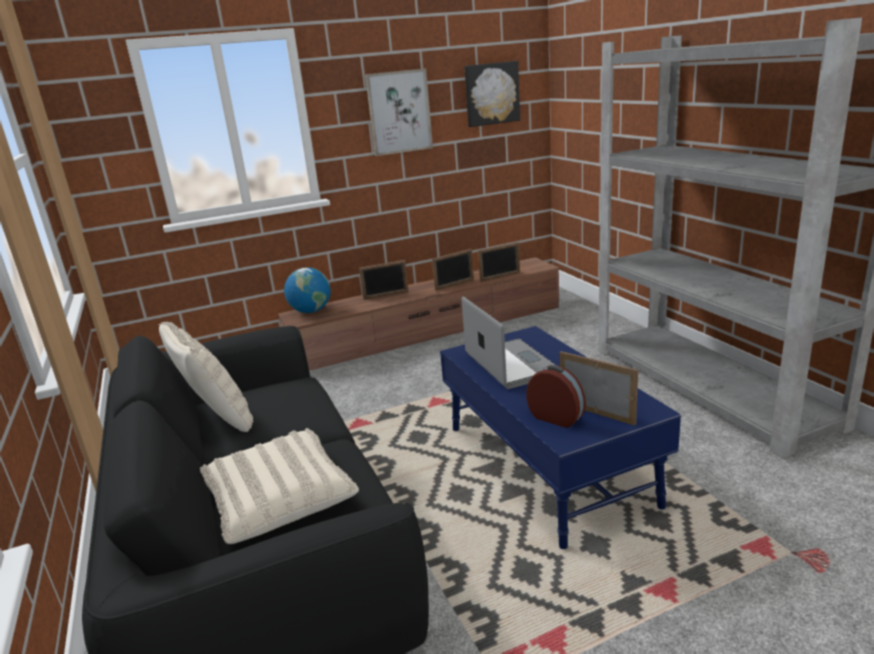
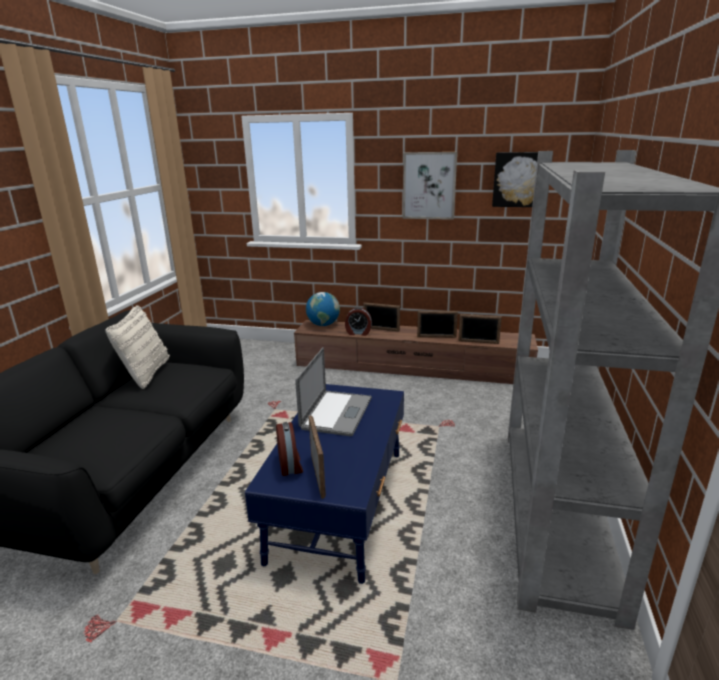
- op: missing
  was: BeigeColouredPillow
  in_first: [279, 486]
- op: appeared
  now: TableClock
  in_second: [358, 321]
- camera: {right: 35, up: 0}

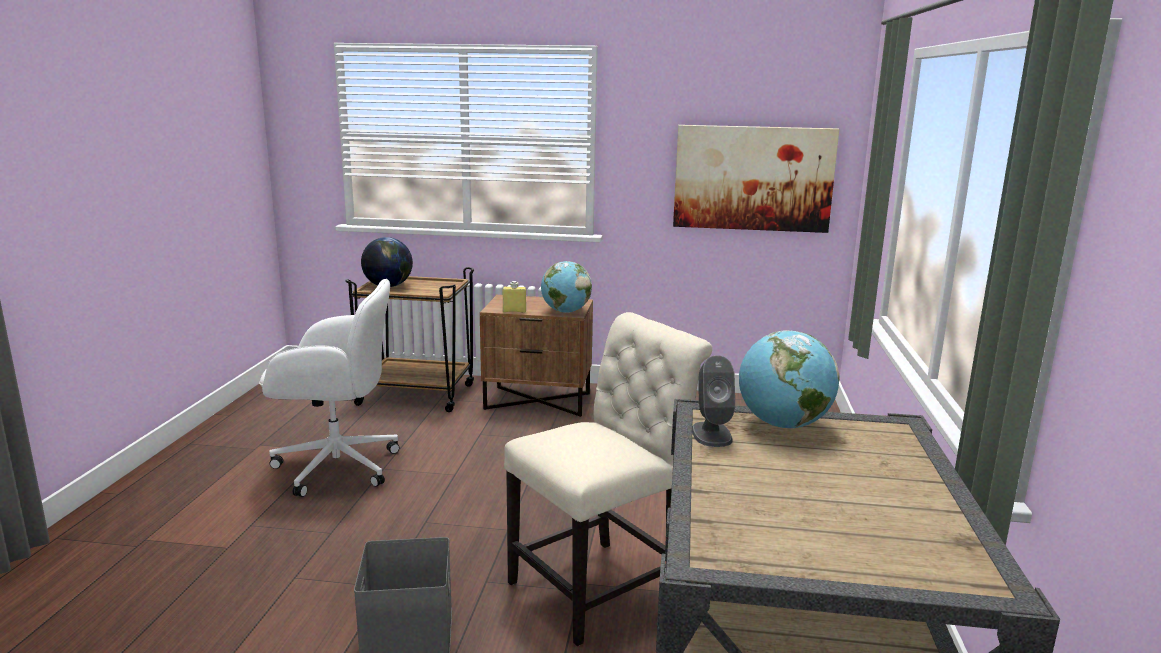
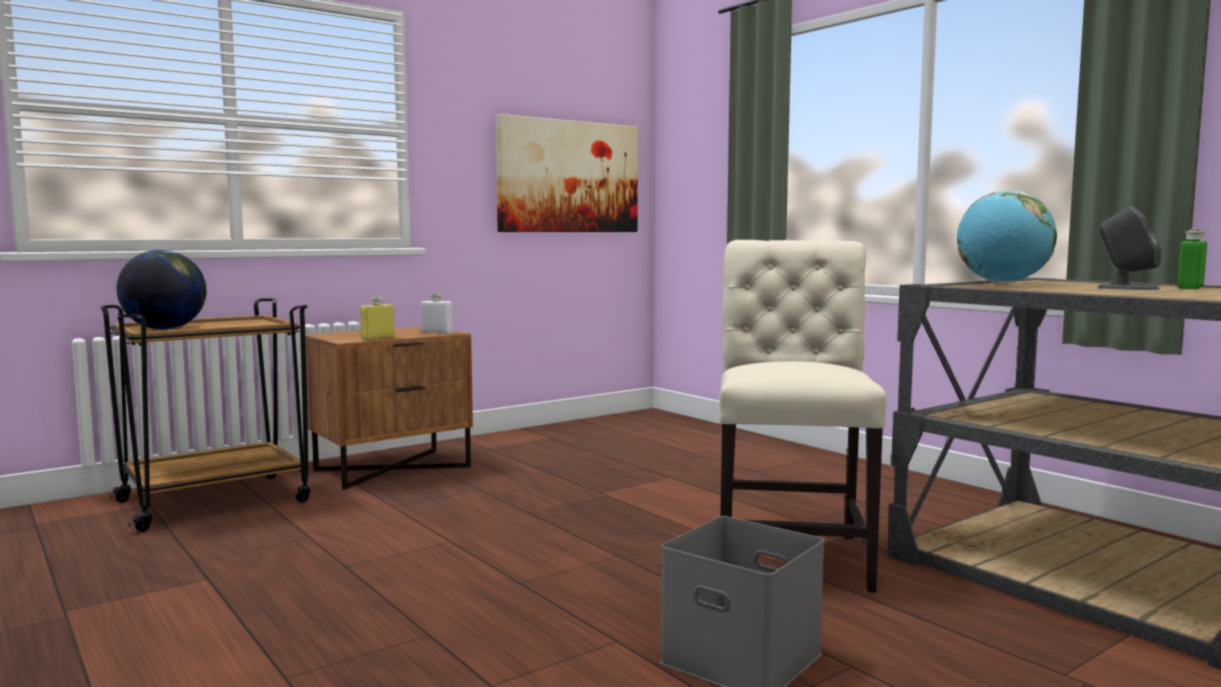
- op: missing
  was: WhiteColouredComputerChair
  in_first: [329, 388]
- op: appeared
  now: GreenishDrinkBottle
  in_second: [1192, 259]
- op: relocated
  was: GreyAudioSpeaker
  in_first: [713, 401]
  in_second: [1129, 247]
- op: exchanged
  was: DeskGlobe
  now: WhiteColouredDrinkBottle
  in_first: [566, 287]
  in_second: [436, 313]
- camera: {right: -45, up: -10}

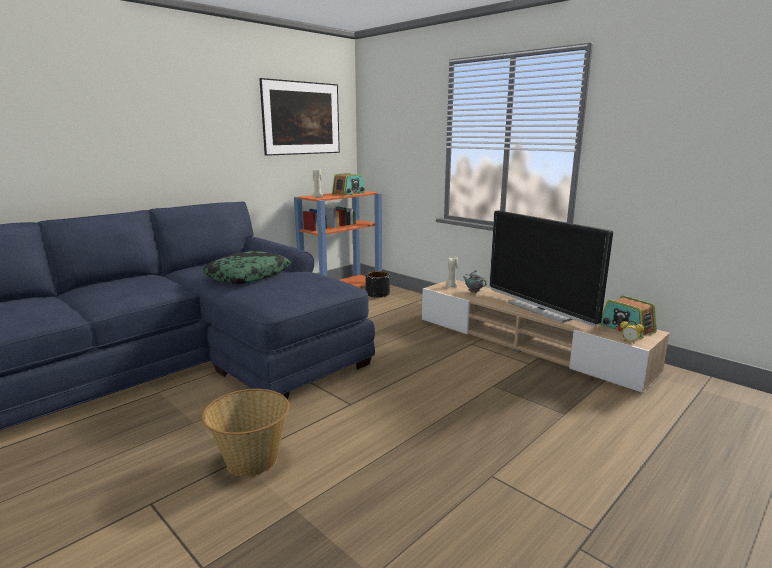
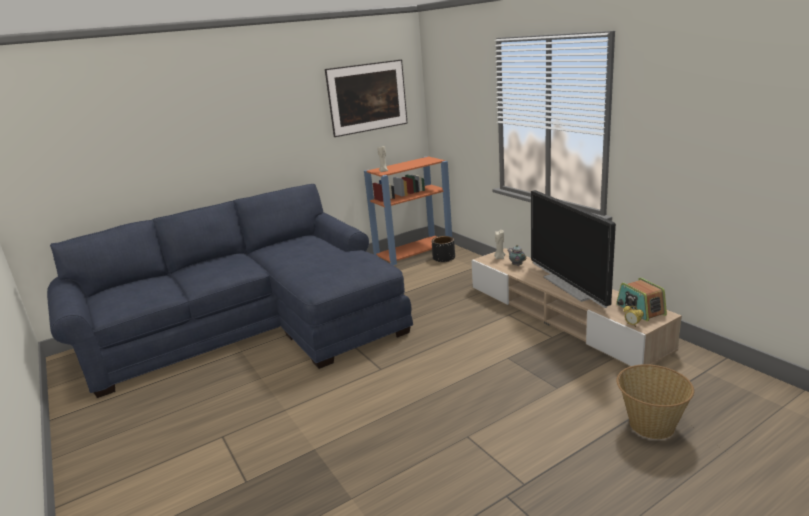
- op: missing
  was: Pillow
  in_first: [246, 267]
- op: missing
  was: RadioSet
  in_first: [348, 184]
- op: relocated
  was: HouseholdBasket
  in_first: [245, 433]
  in_second: [655, 401]
- camera: {right: 15, up: 5}

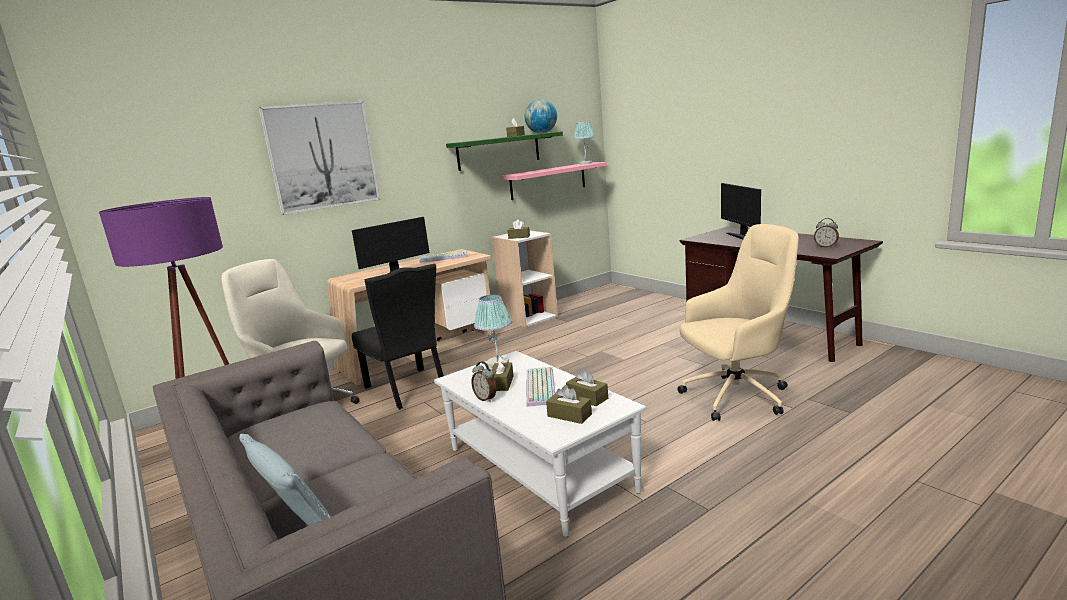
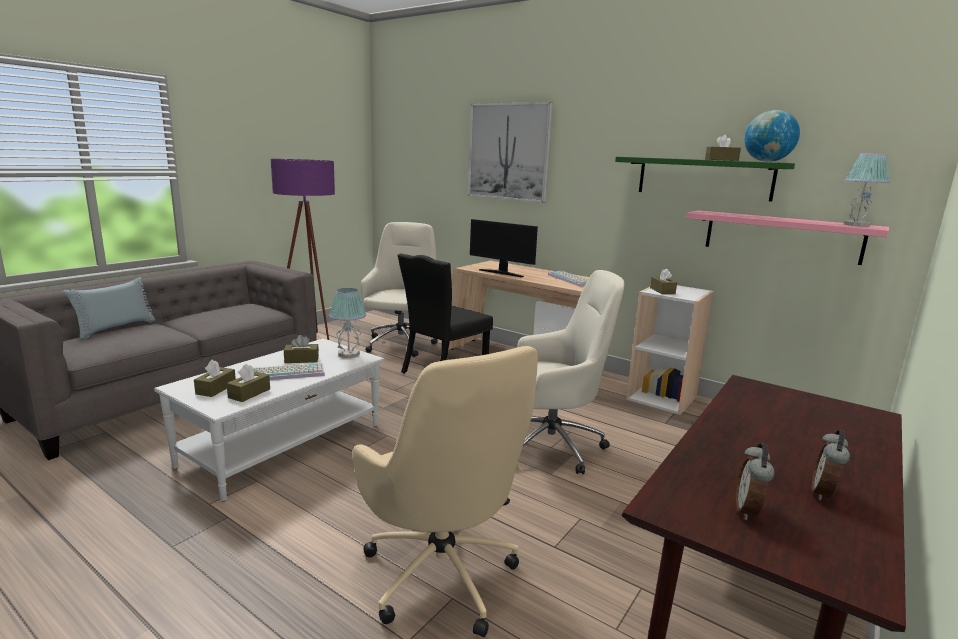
- op: missing
  was: ComputerScreen
  in_first: [741, 211]
- op: appeared
  now: BeigeColouredComputerChair
  in_second: [571, 372]
- op: relocated
  was: TableClock
  in_first: [483, 381]
  in_second: [830, 465]
- camera: {right: 70, up: 0}

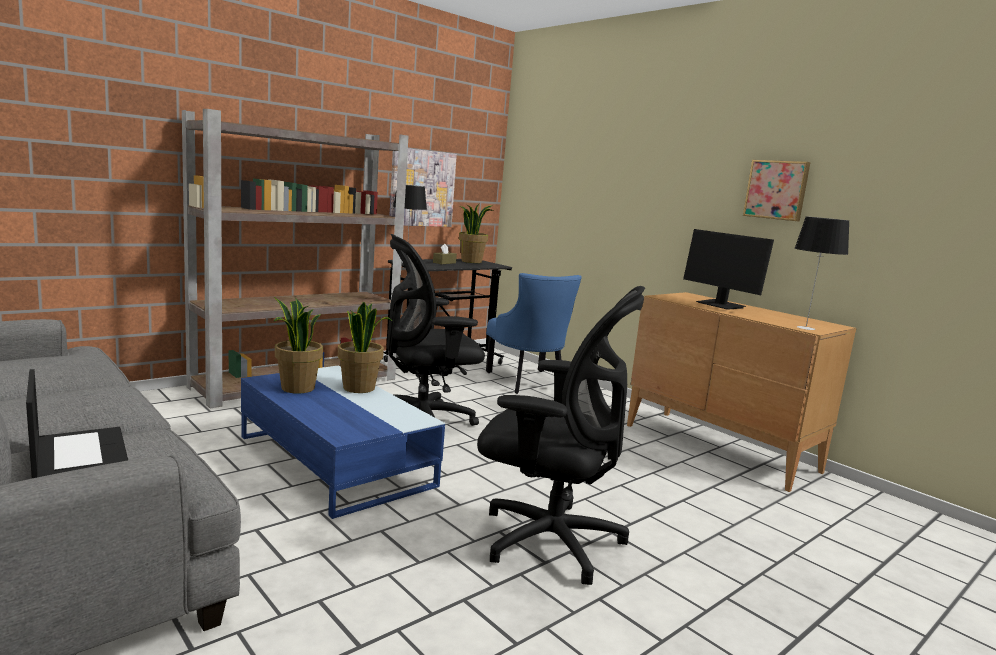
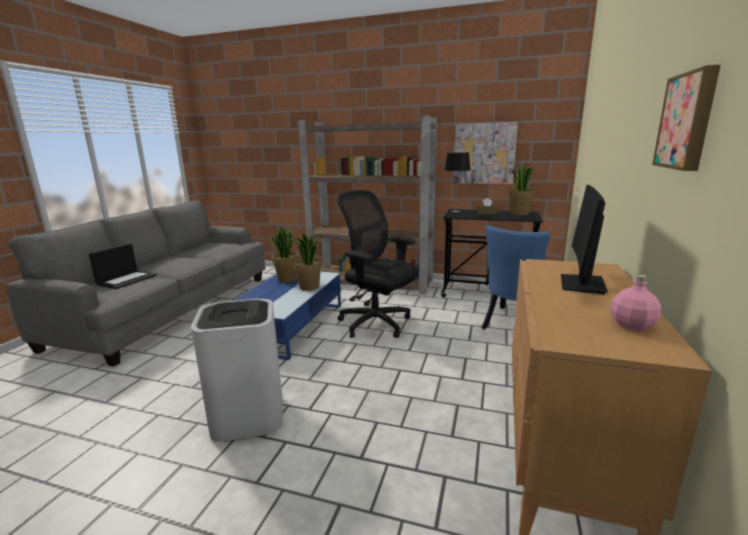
- op: missing
  was: TableLamp
  in_first: [822, 273]
- op: appeared
  now: PinkishDrinkBottle
  in_second: [635, 302]
- op: exchanged
  was: BlackComputerChair
  now: WhiteColouredTrashCan
  in_first: [561, 435]
  in_second: [237, 370]
- camera: {right: 60, up: 5}

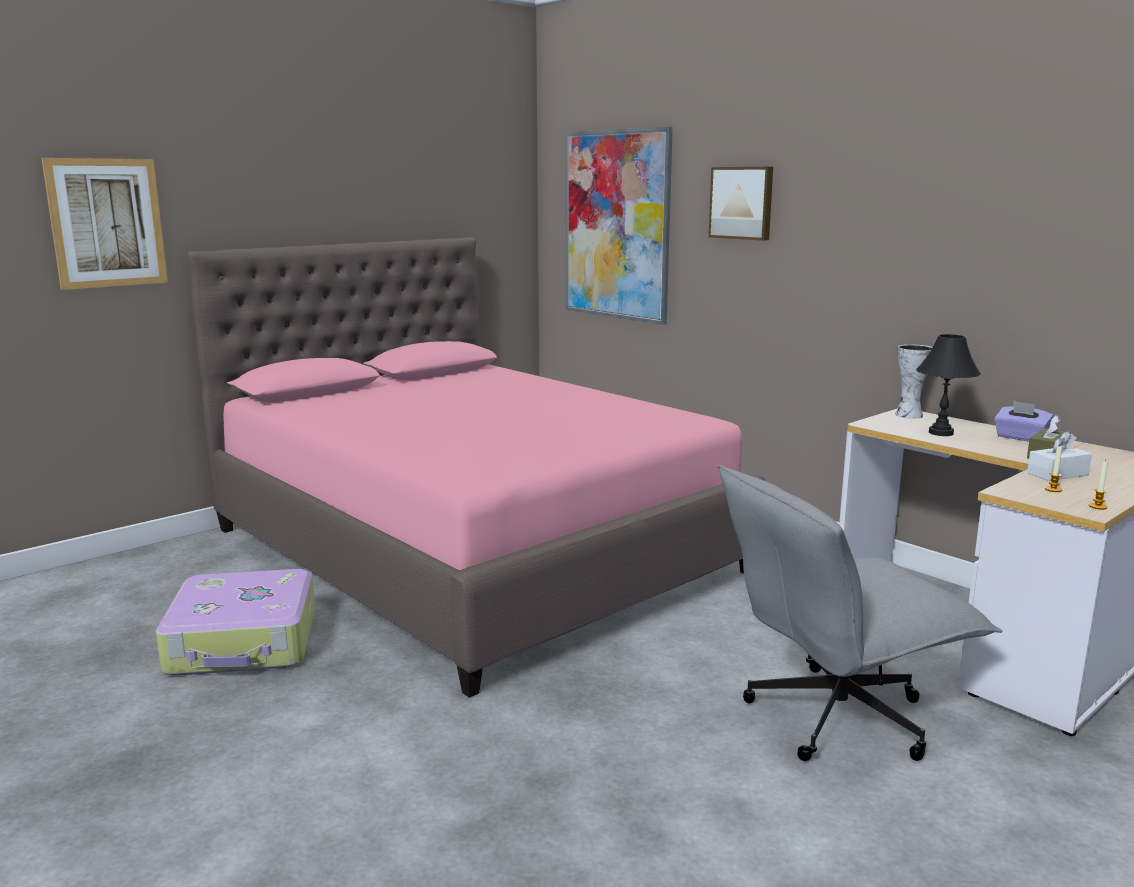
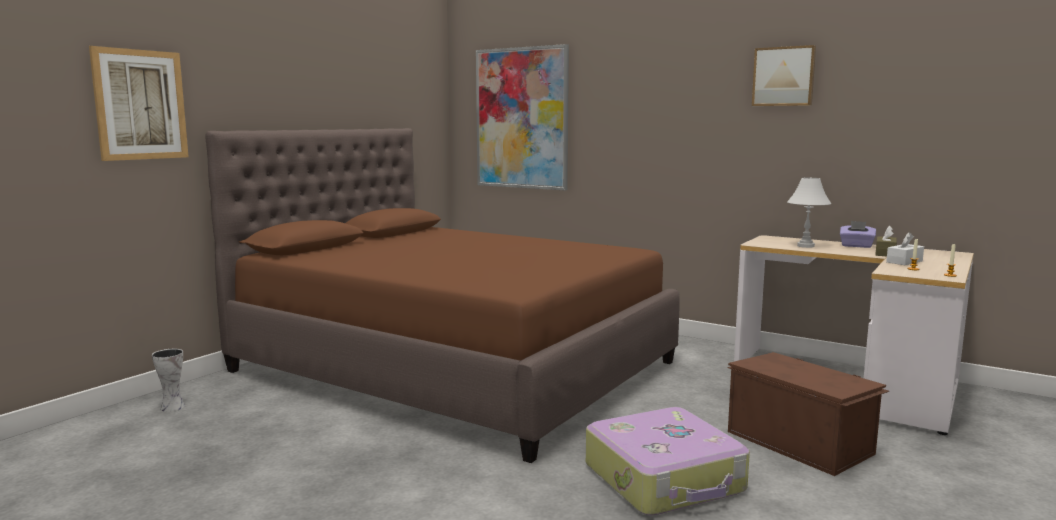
- op: relocated
  was: TravelCase
  in_first: [235, 622]
  in_second: [668, 461]
- op: relocated
  was: Picture
  in_first: [740, 204]
  in_second: [784, 75]
- op: relocated
  was: DecorativeVase
  in_first: [914, 381]
  in_second: [168, 380]
- op: exchanged
  was: GreyComputerChair
  now: BrownColouredStorageContainer
  in_first: [860, 613]
  in_second: [808, 414]
- op: colour
  was: PinkishBedroomBed
  now: BrownColouredBedroomBed
  in_first: [476, 467]
  in_second: [442, 295]
- op: colour
  was: BlackTableLamp
  now: WhiteColouredTableLamp
  in_first: [948, 385]
  in_second: [809, 213]
- camera: {right: -15, up: -5}

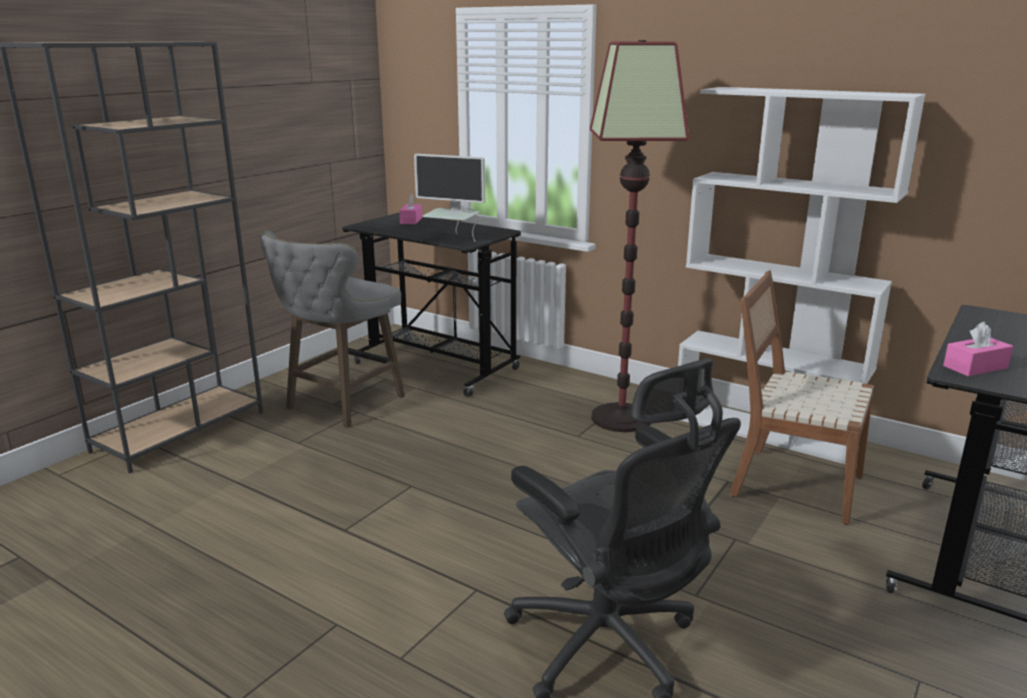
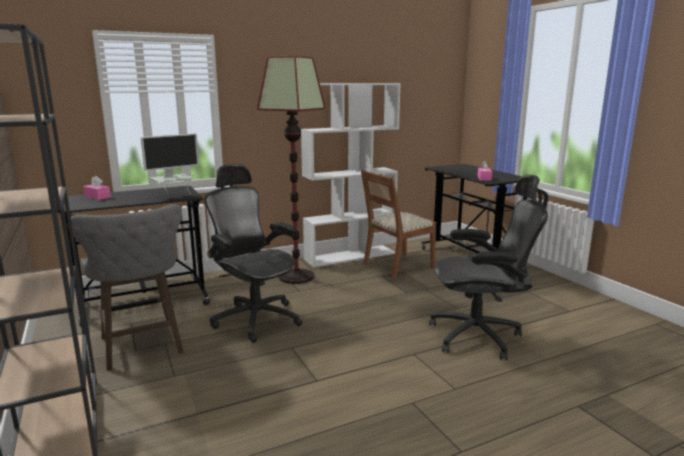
- op: appeared
  now: ComputerChair
  in_second: [253, 253]
- camera: {right: -60, up: -5}

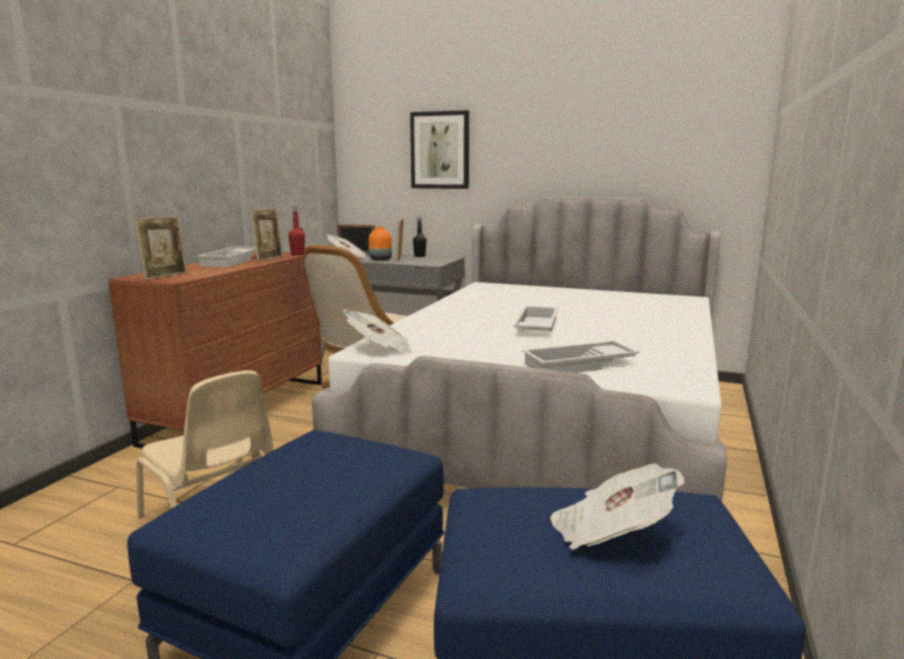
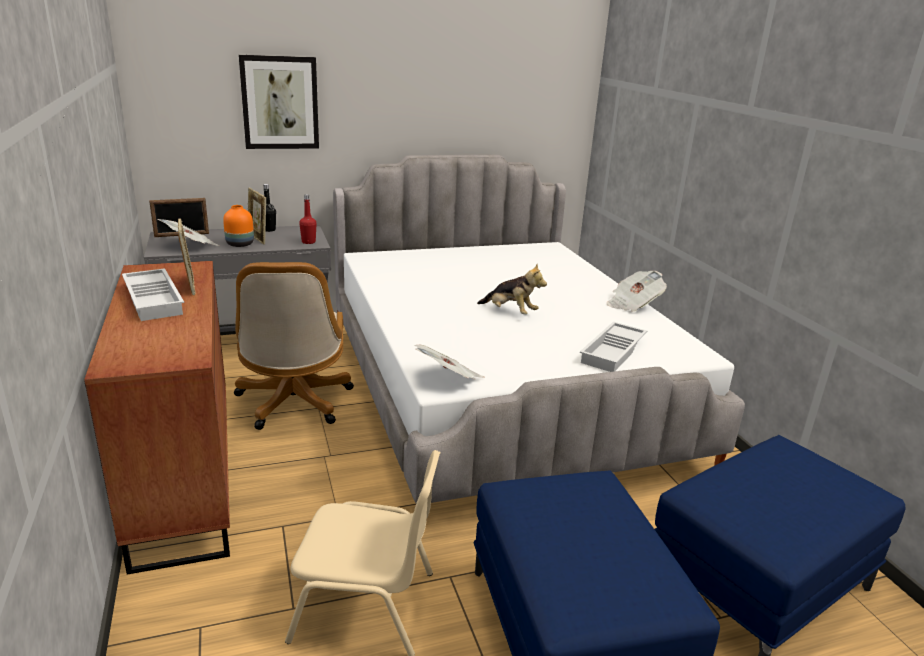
- op: missing
  was: PhotoFrame
  in_first: [160, 248]
- op: relocated
  was: RedColouredDrinkBottle
  in_first: [296, 231]
  in_second: [308, 219]
- op: relocated
  was: PrintedPaper
  in_first: [617, 507]
  in_second: [636, 291]
- op: exchanged
  was: WhiteColouredServingTray
  now: CuddlyToy
  in_first: [535, 318]
  in_second: [512, 289]
- camera: {right: -40, up: 10}

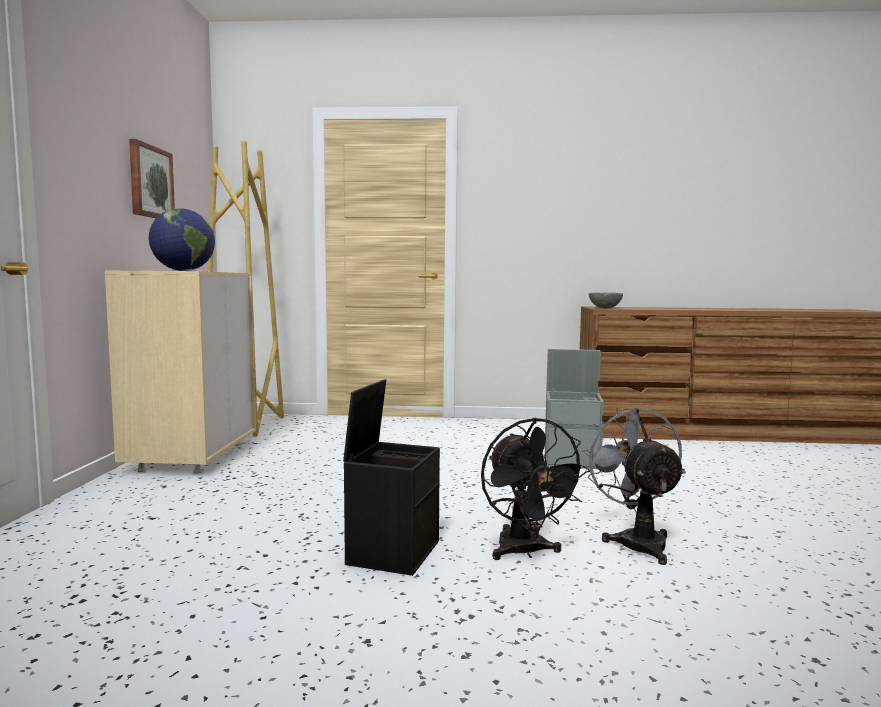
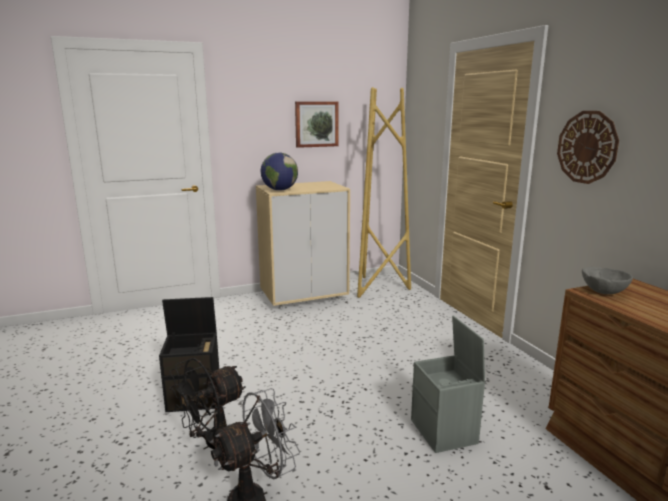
- op: appeared
  now: HangingClock
  in_second: [588, 147]
- camera: {right: 65, up: 10}

